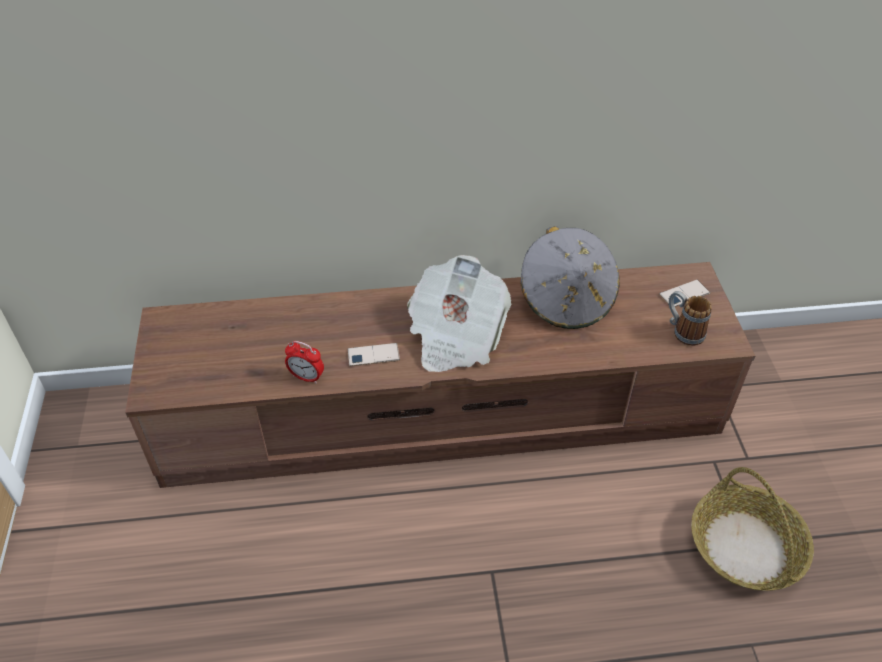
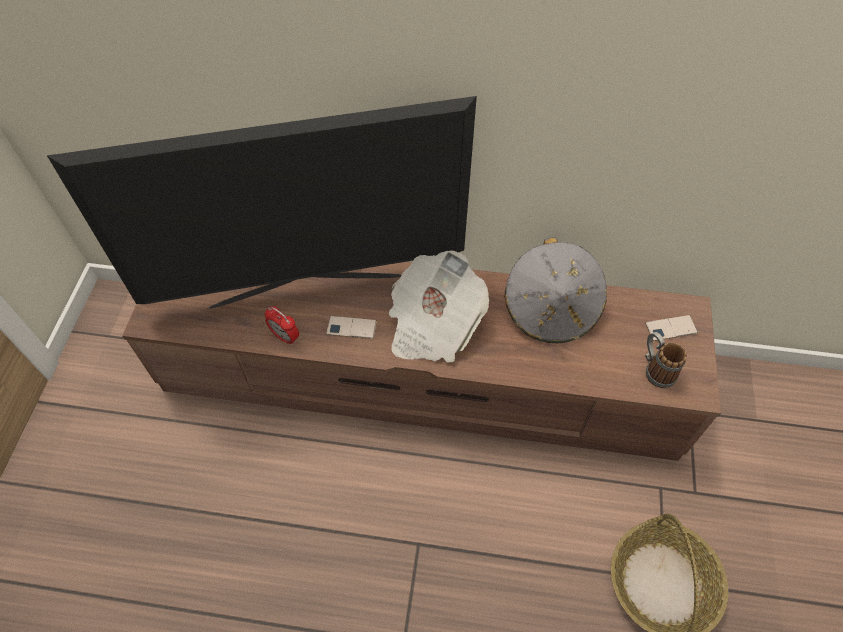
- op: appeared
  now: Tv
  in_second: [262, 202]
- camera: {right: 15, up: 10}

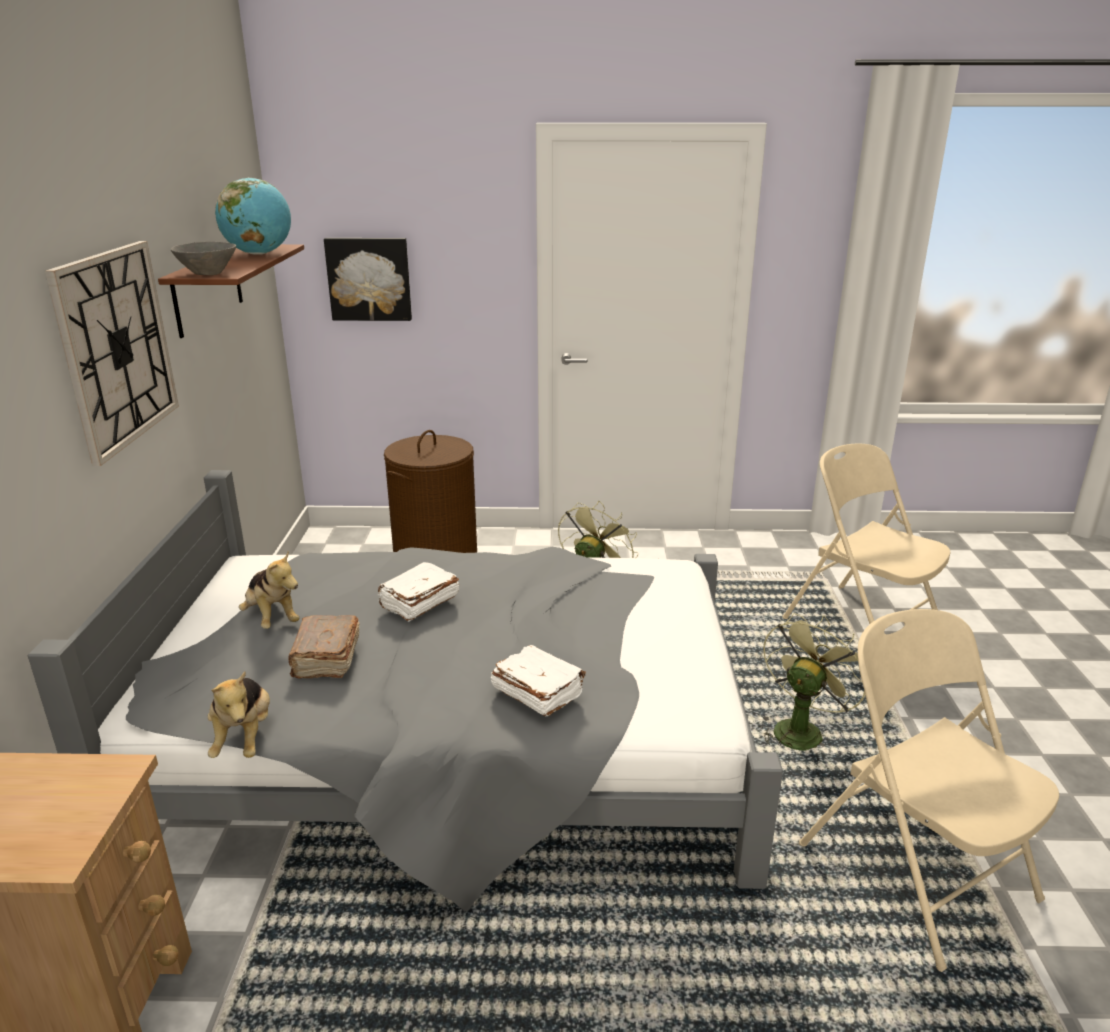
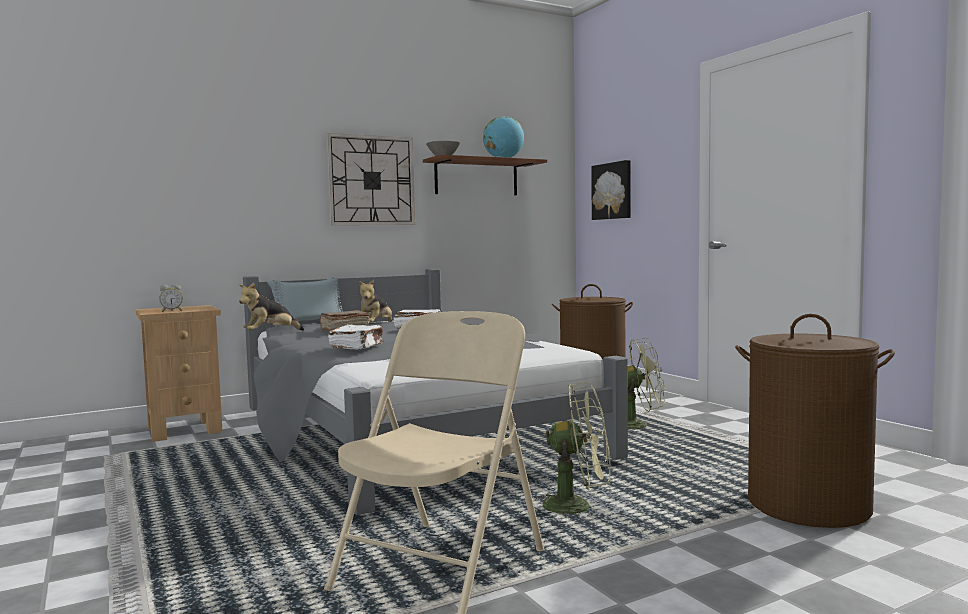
- op: appeared
  now: TableClock
  in_second: [171, 298]
- op: appeared
  now: BluishPillow
  in_second: [305, 302]
- op: exchanged
  was: BeigeColouredPlainChair
  now: BrownColouredLaundryBasket
  in_first: [866, 535]
  in_second: [815, 421]
- camera: {right: 60, up: -20}

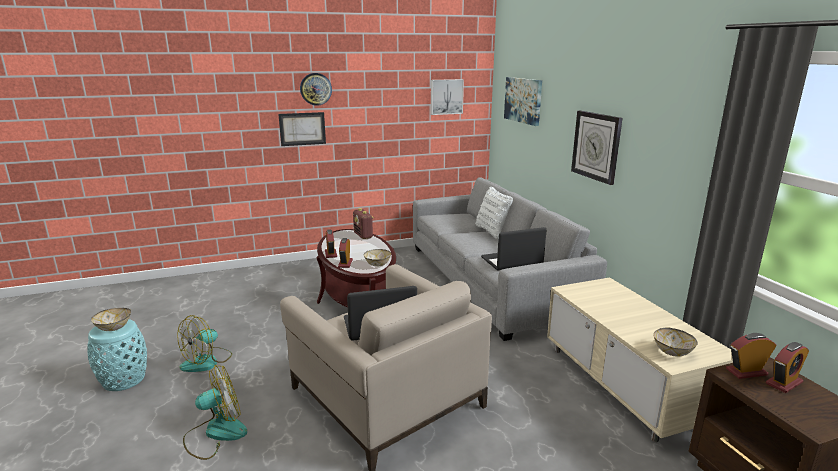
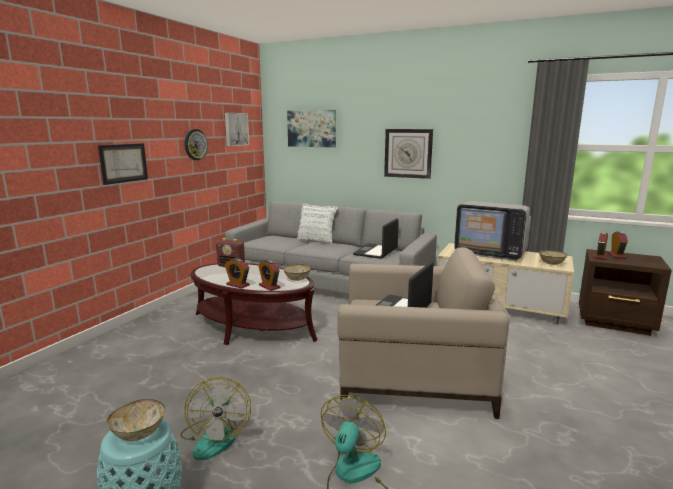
- op: appeared
  now: Tv
  in_second: [492, 231]
- op: relocated
  was: HangingClock
  in_first: [316, 89]
  in_second: [196, 144]
- camera: {right: -45, up: -5}

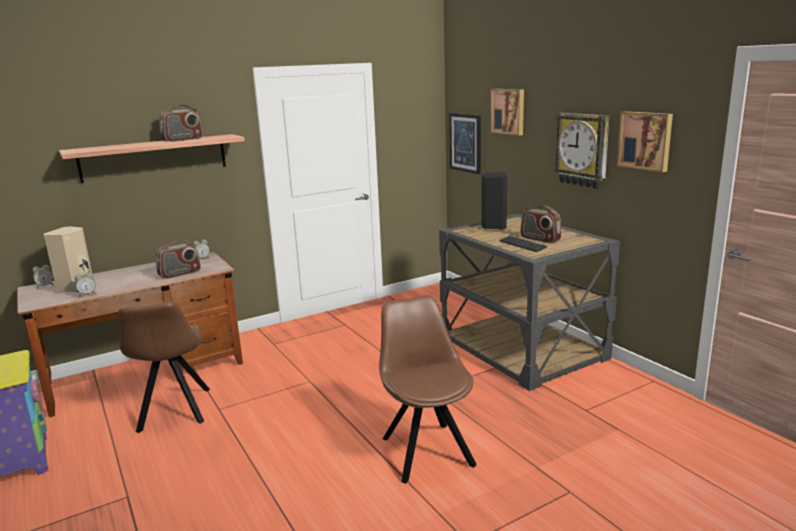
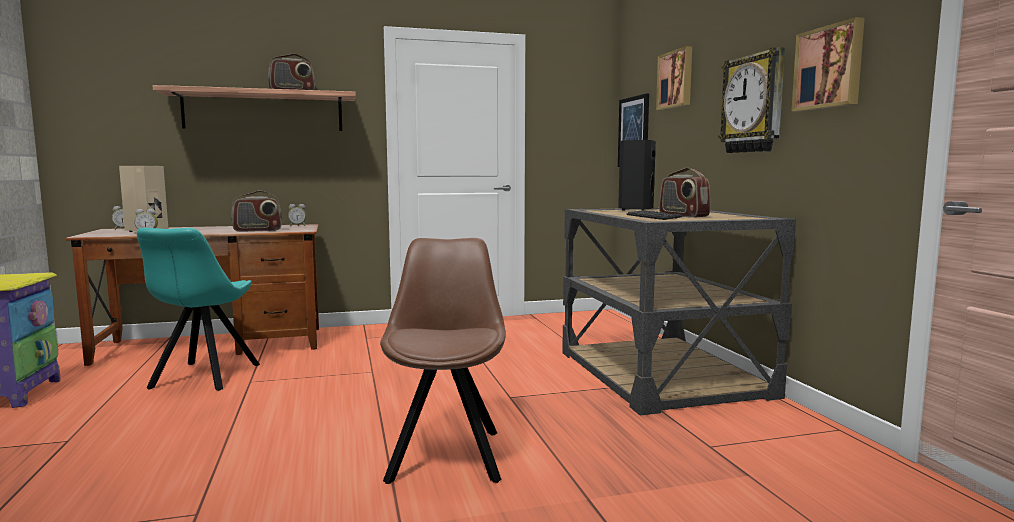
- op: colour
  was: BrownColouredPlainChair
  now: BlueGreenPlainChair
  in_first: [164, 367]
  in_second: [198, 309]
- camera: {right: 15, up: -10}

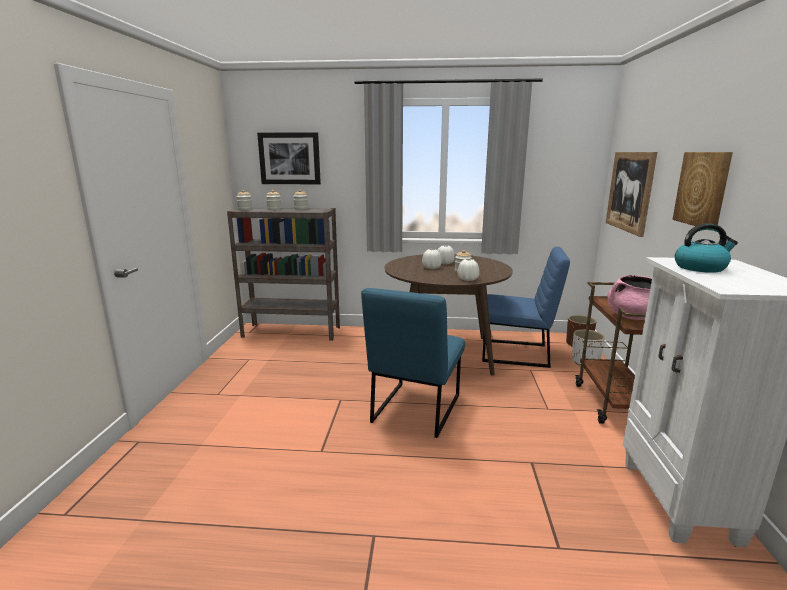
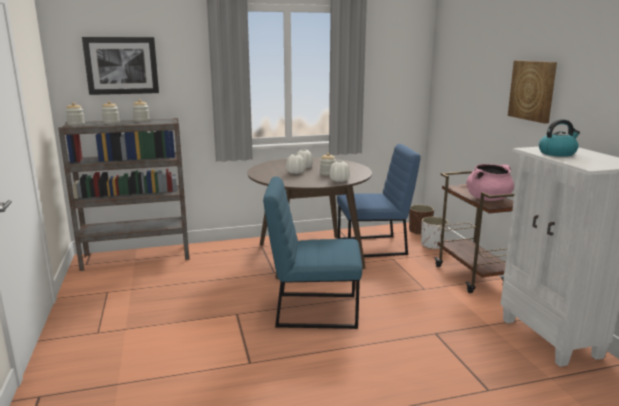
- op: missing
  was: Picture
  in_first: [631, 194]
- op: spun
  was: BluishPlainChair
  in_first: [413, 363]
  in_second: [312, 253]
  clockwise: 90
- camera: {right: -20, up: 0}

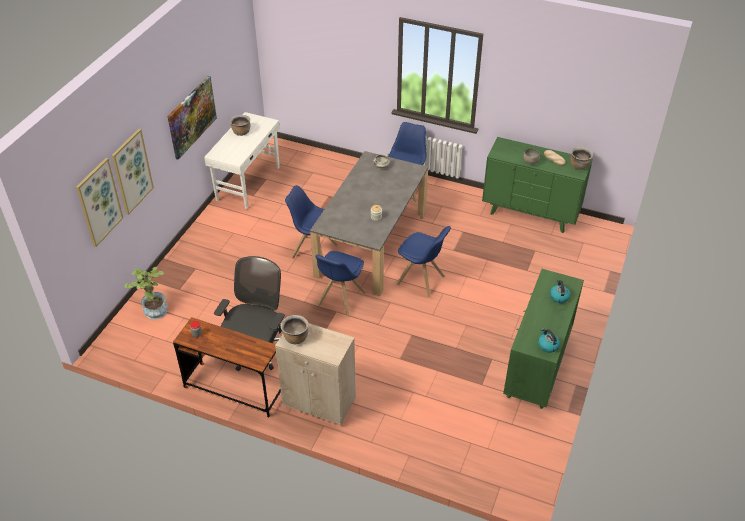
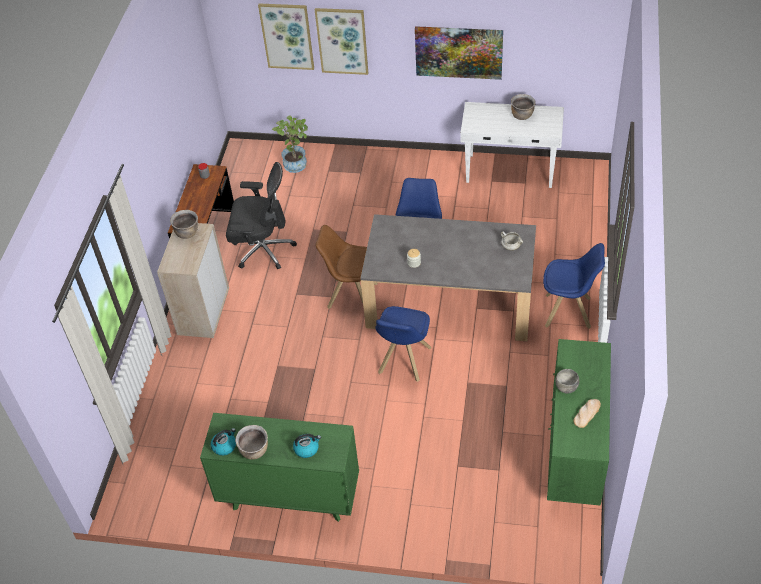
- op: relocated
  was: BrownColouredCookingPot
  in_first: [581, 158]
  in_second: [251, 442]
- op: colour
  was: BluishPlainChair
  now: BrownColouredPlainChair
  in_first: [341, 283]
  in_second: [347, 267]
- camera: {right: 80, up: 5}

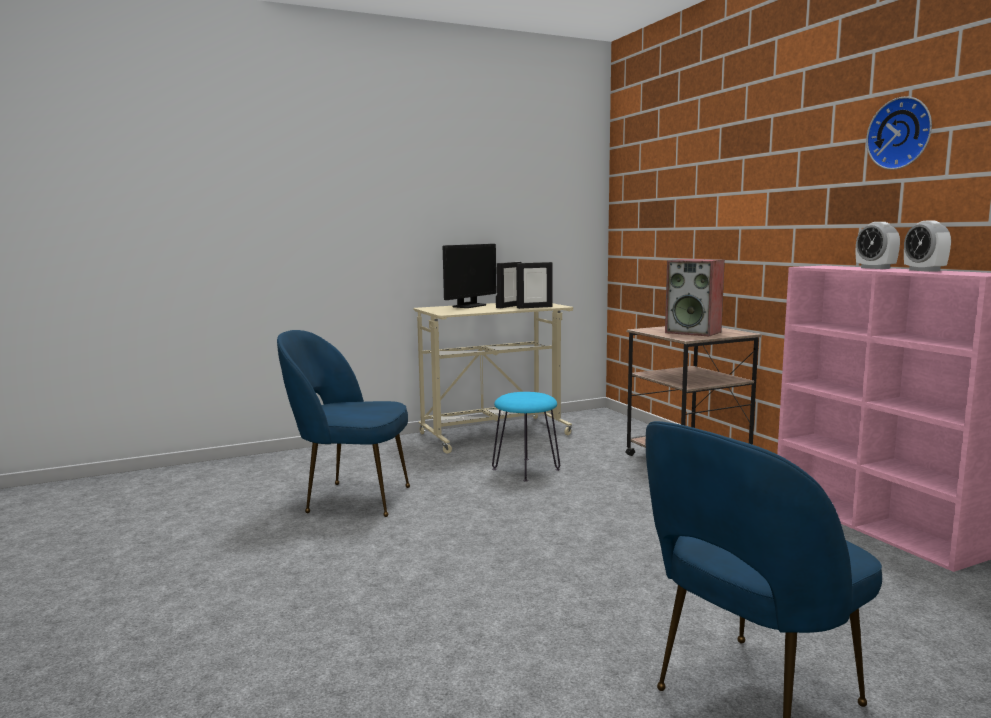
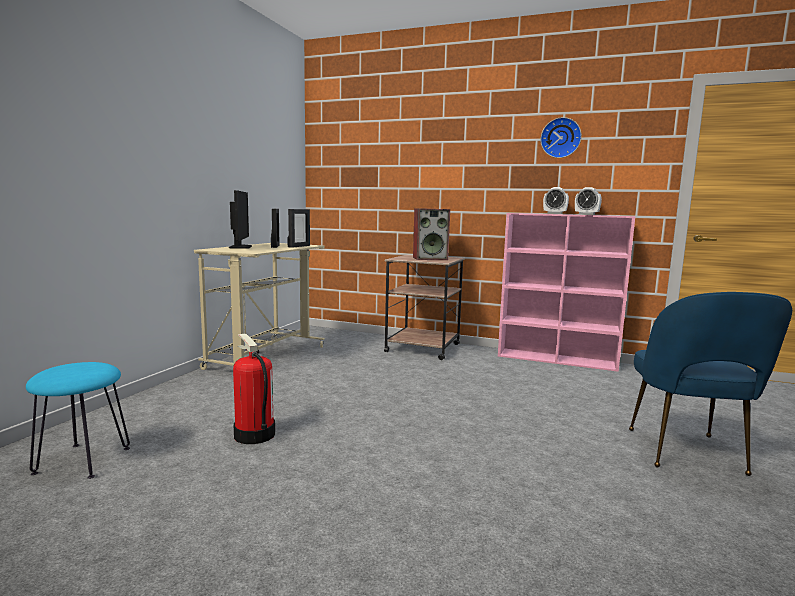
- op: relocated
  was: BlueGreenSittingStool
  in_first: [526, 437]
  in_second: [78, 420]
- op: exchanged
  was: BluishPlainChair
  now: FireFightingCylinder
  in_first: [343, 423]
  in_second: [254, 389]
- camera: {right: -45, up: 0}

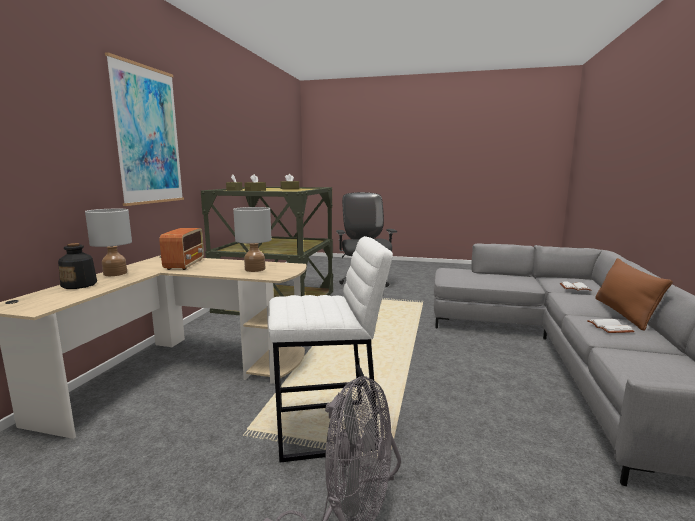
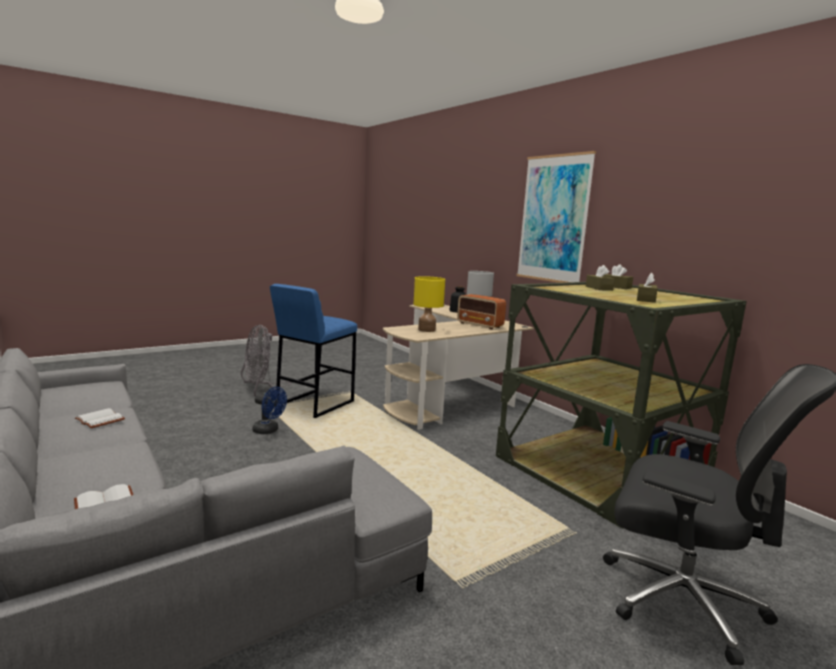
- op: missing
  was: BrownColouredPillow
  in_first: [634, 294]
- op: appeared
  now: BluishElectricFan
  in_second: [269, 410]
- op: colour
  was: GreyTableLamp
  now: YellowTableLamp
  in_first: [252, 239]
  in_second: [429, 304]
- op: colour
  was: WhiteColouredSittingStool
  now: BluishSittingStool
  in_first: [330, 349]
  in_second: [313, 351]
- camera: {right: 130, up: 0}

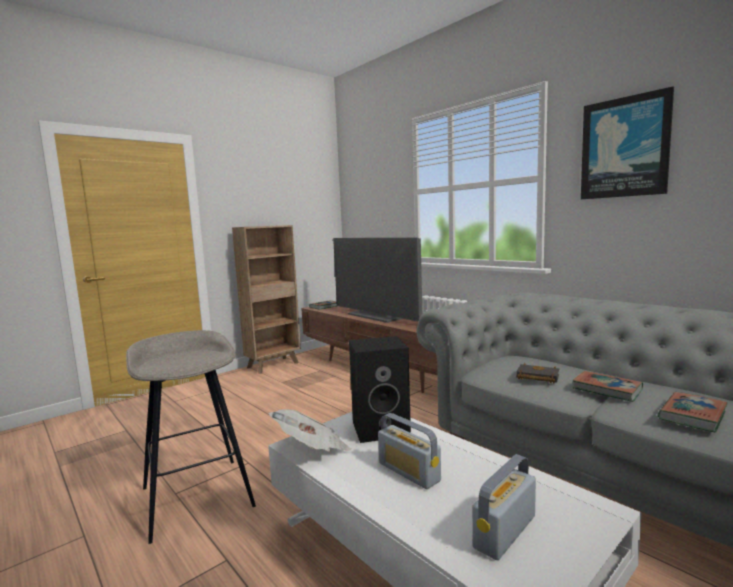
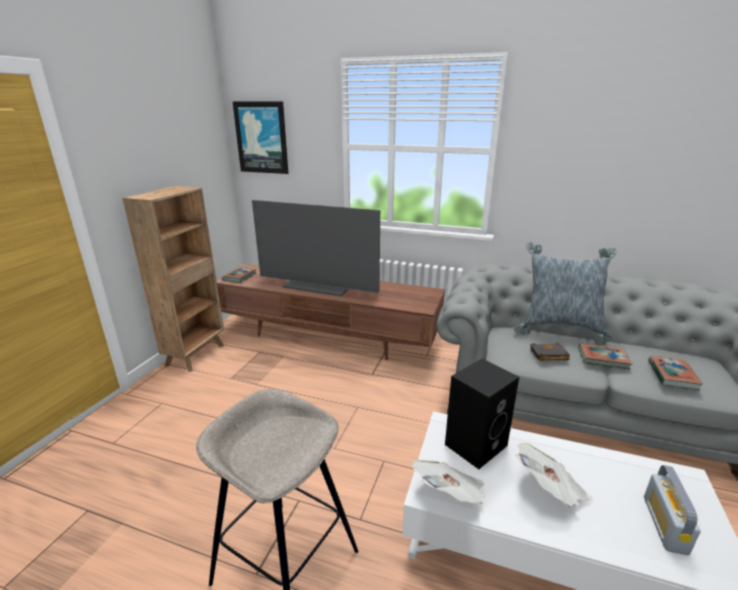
- op: appeared
  now: Pillow
  in_second: [565, 294]
- op: relocated
  was: Picture
  in_first: [627, 142]
  in_second: [261, 137]
- op: exchanged
  was: RadioSet
  now: PrintedPaper
  in_first: [409, 451]
  in_second: [554, 475]
- camera: {right: -30, up: 15}

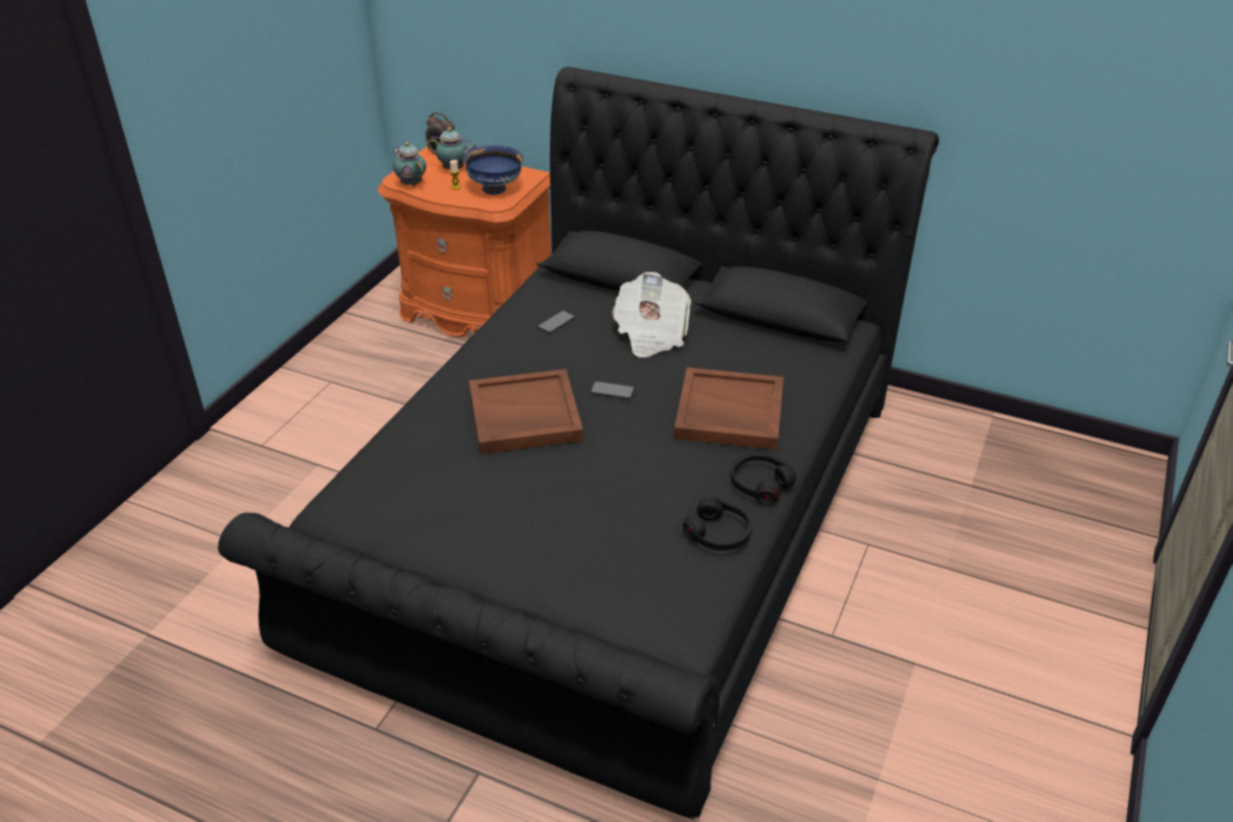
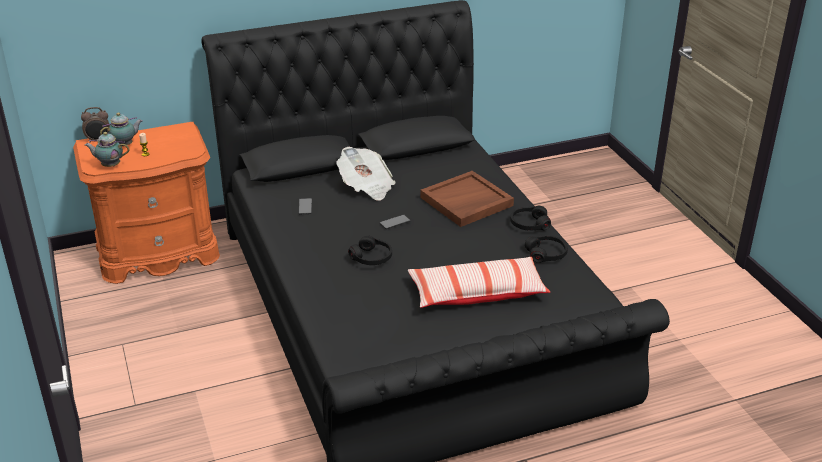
- op: missing
  was: BluishBowl
  in_first: [493, 170]
- op: appeared
  now: Pillow
  in_second: [479, 282]
- op: exchanged
  was: BrownColouredServingTray
  now: BlackPairOfHeadphones
  in_first: [526, 411]
  in_second: [370, 250]
- camera: {right: -45, up: -5}

